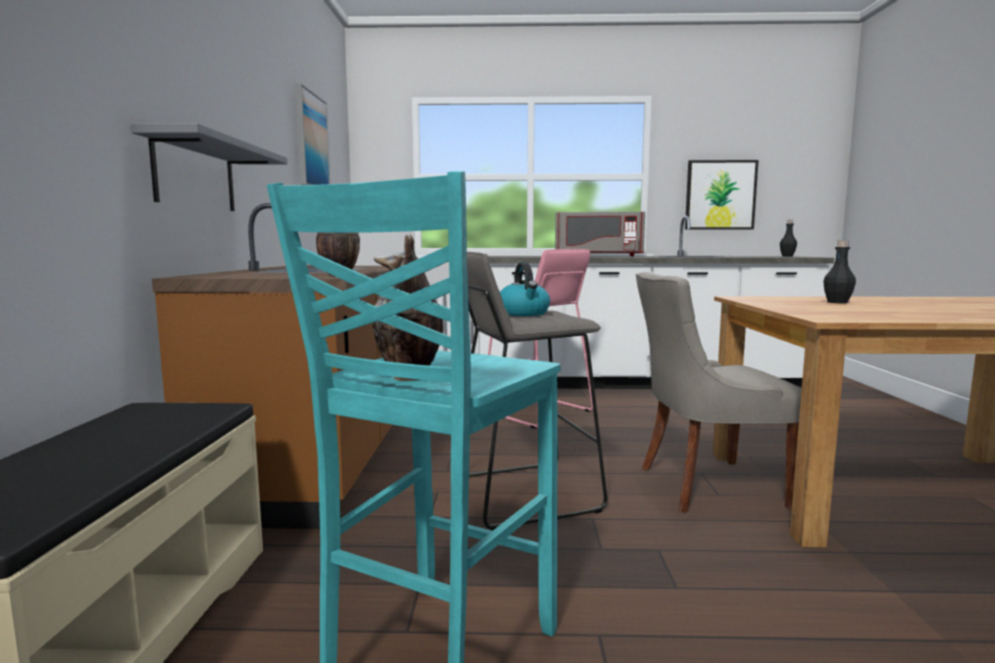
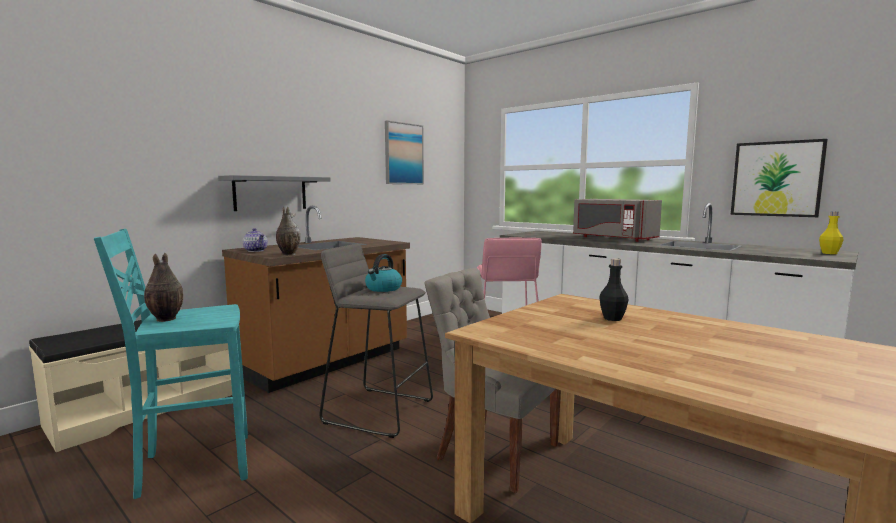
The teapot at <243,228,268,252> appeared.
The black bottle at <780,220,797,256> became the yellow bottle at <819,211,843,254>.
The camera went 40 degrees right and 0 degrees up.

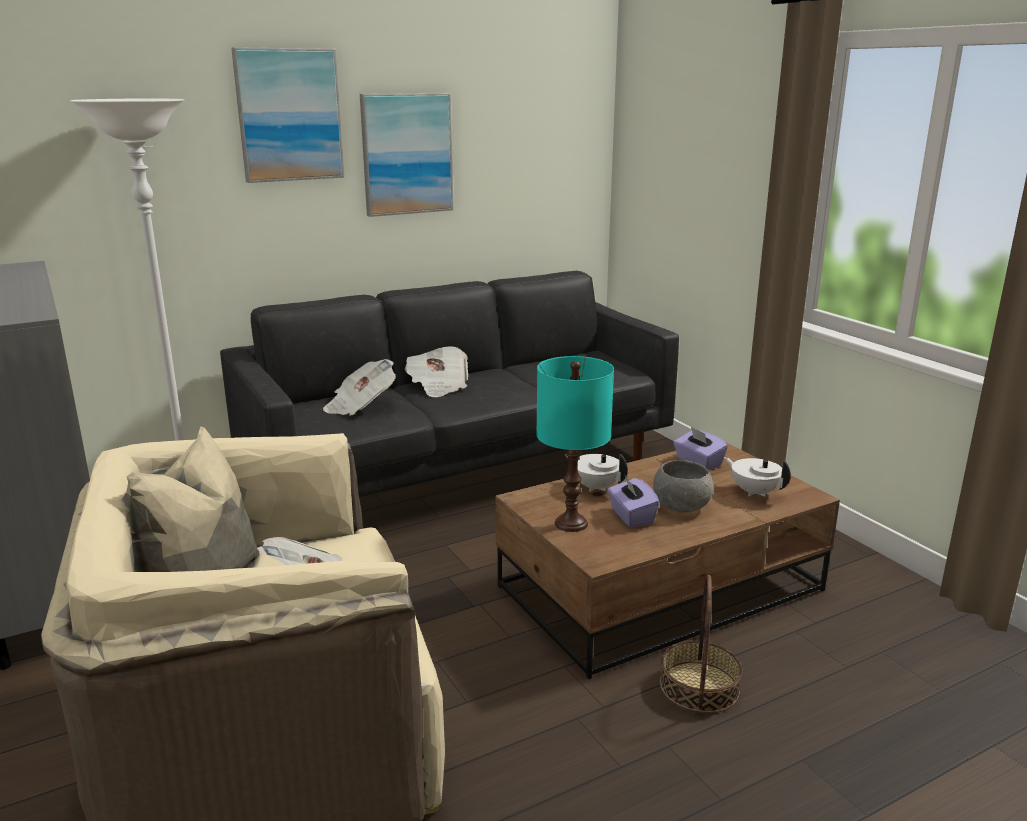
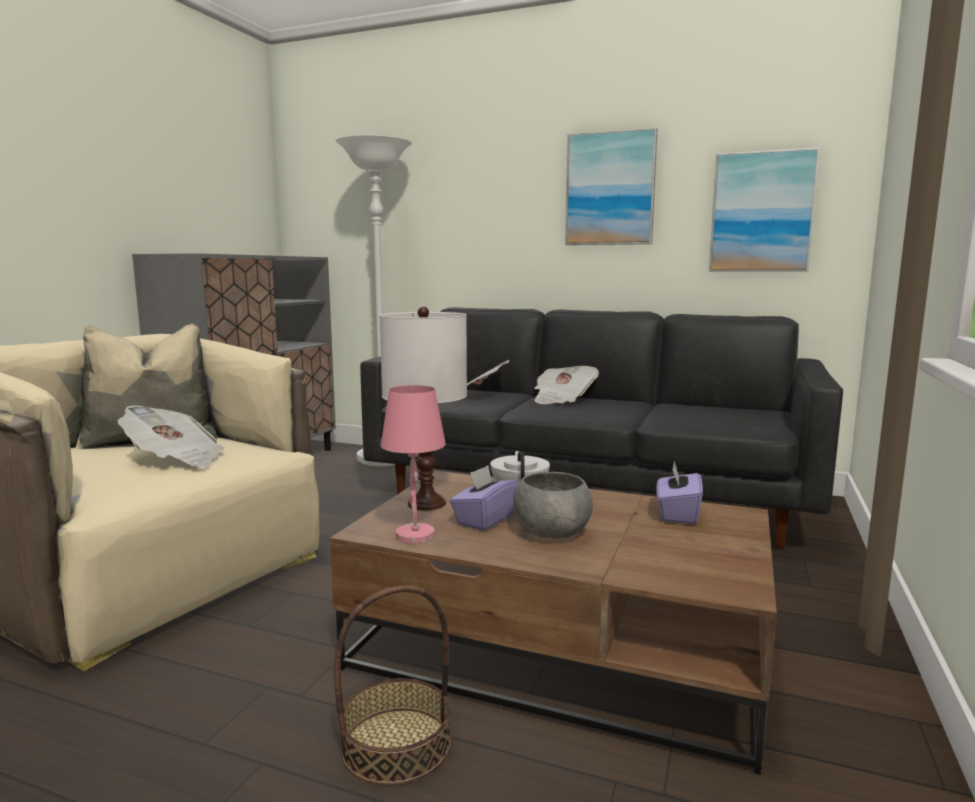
The turquoise table lamp at <536,356,614,532> became the white table lamp at <379,307,467,511>.
The pink table lamp at <381,385,446,543> appeared.
The picture moved from <231,47,345,183> to <709,147,820,272>.
The white teapot at <724,457,791,497> disappeared.
The camera went 50 degrees right and 10 degrees down.

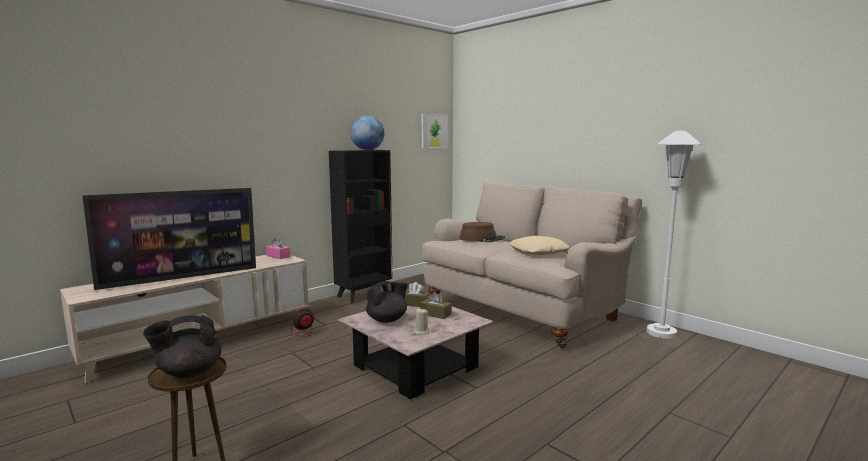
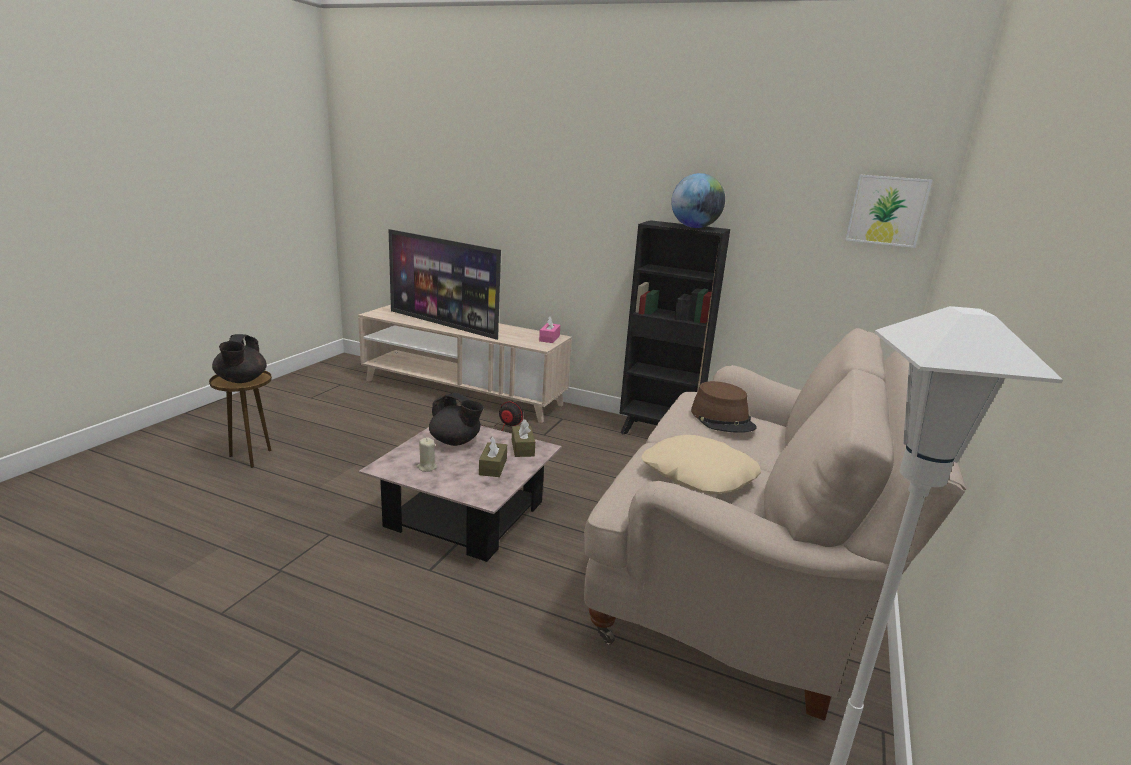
The black teapot at <143,315,221,378> turned 135 degrees counterclockwise.
The camera went 65 degrees right and 10 degrees up.

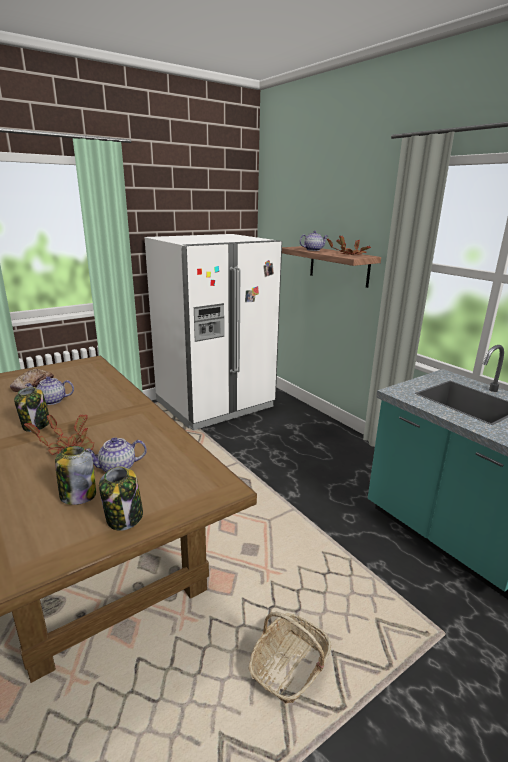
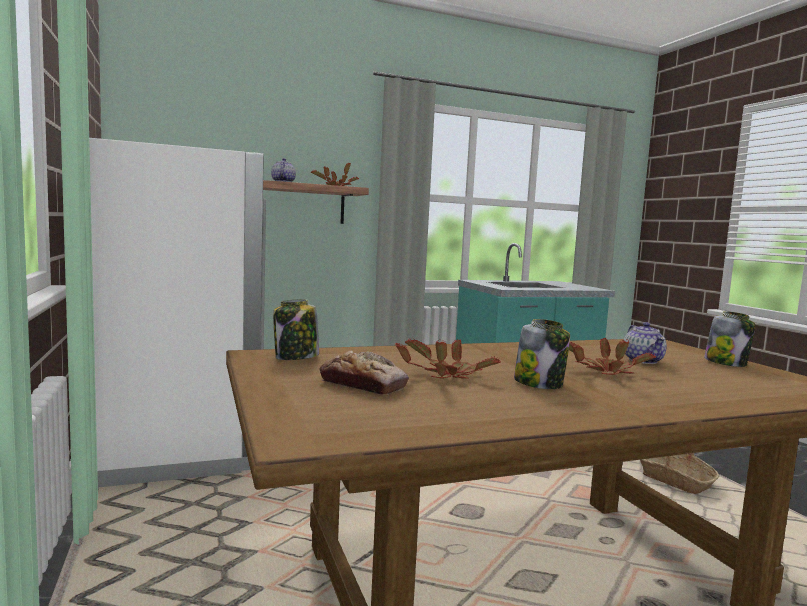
The jar moved from <55,446,96,505> to <273,299,319,360>.
The teapot at <25,376,74,405> was replaced by the potted plant at <395,338,501,379>.
The camera went 75 degrees left and 15 degrees down.

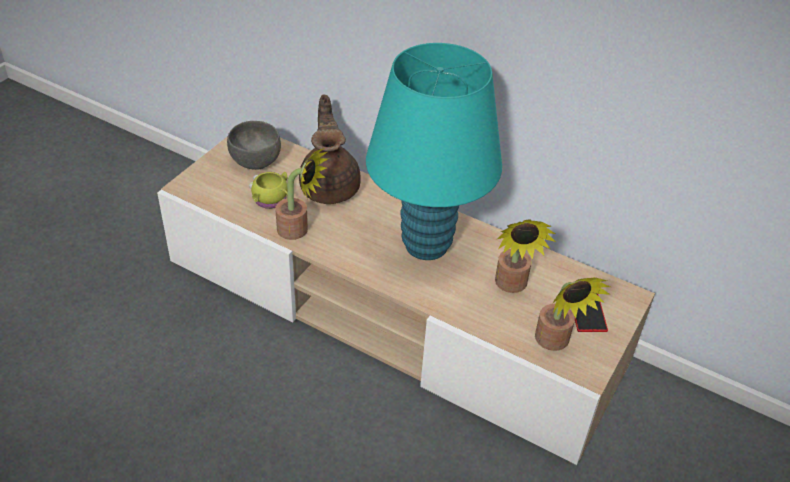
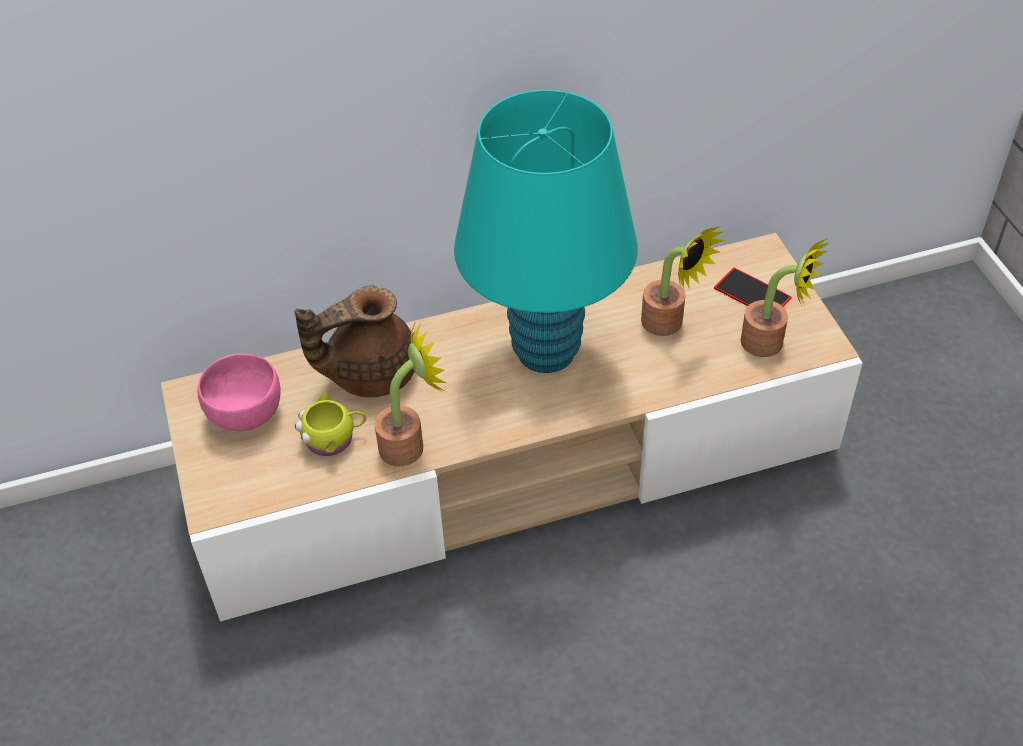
The grey bowl at <227,121,281,170> became the pink bowl at <198,354,281,431>.
The brown teapot at <299,94,361,204> turned 60 degrees counterclockwise.
The camera went 45 degrees left and 5 degrees up.

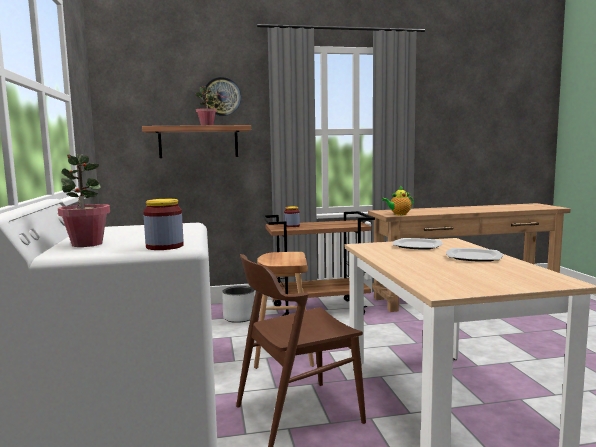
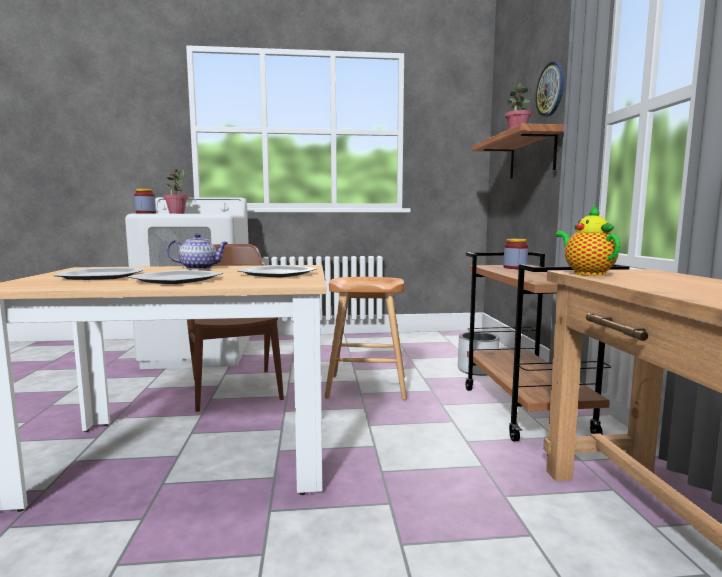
The plate at <54,268,144,280> appeared.
The teapot at <167,233,228,270> appeared.
The camera went 95 degrees right and 0 degrees up.

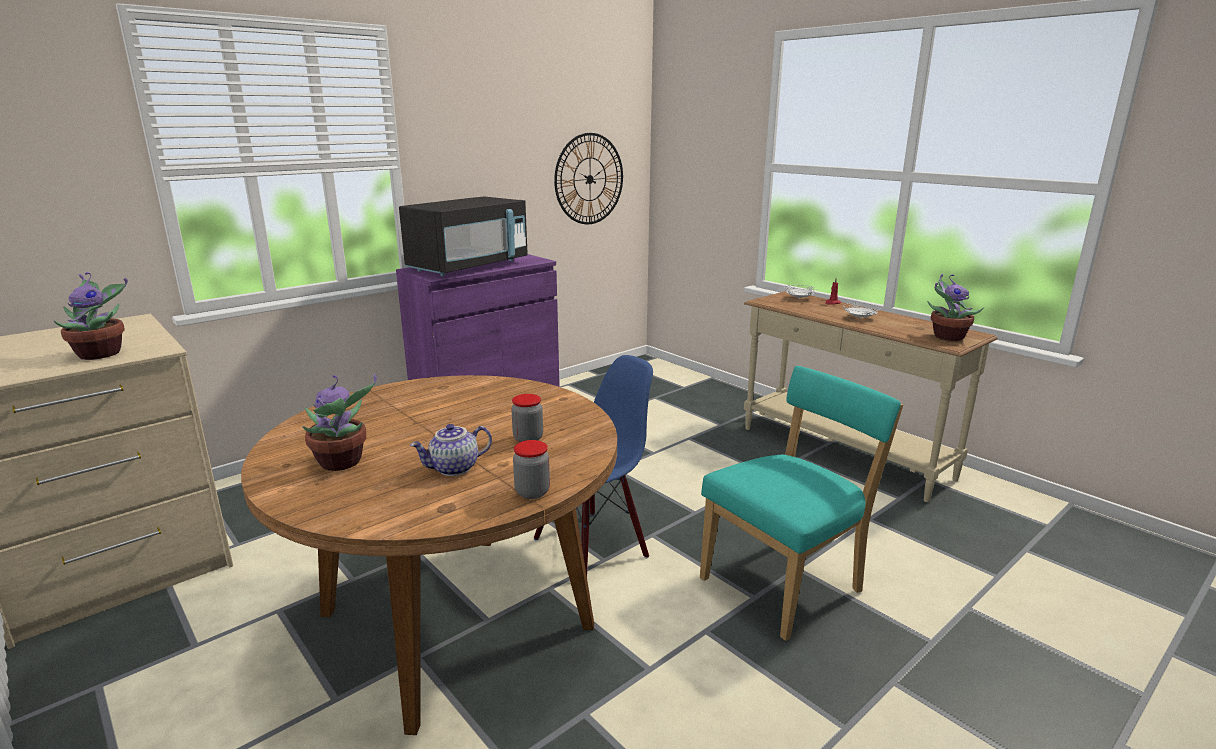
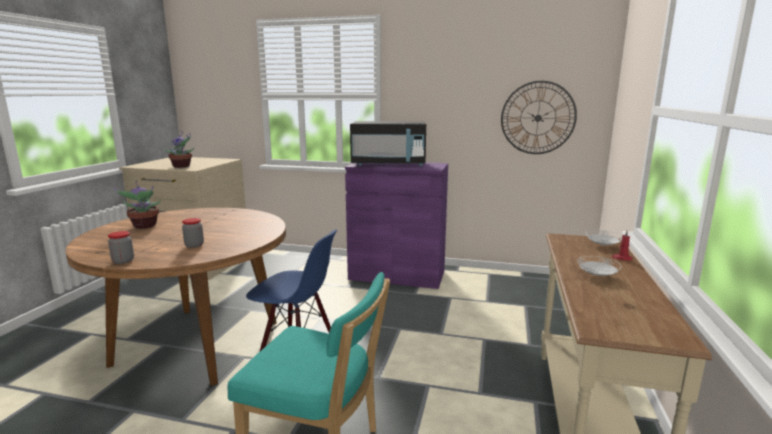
The teapot at <410,424,492,476> disappeared.
The potted plant at <927,274,984,341> disappeared.
The camera went 55 degrees right and 5 degrees down.

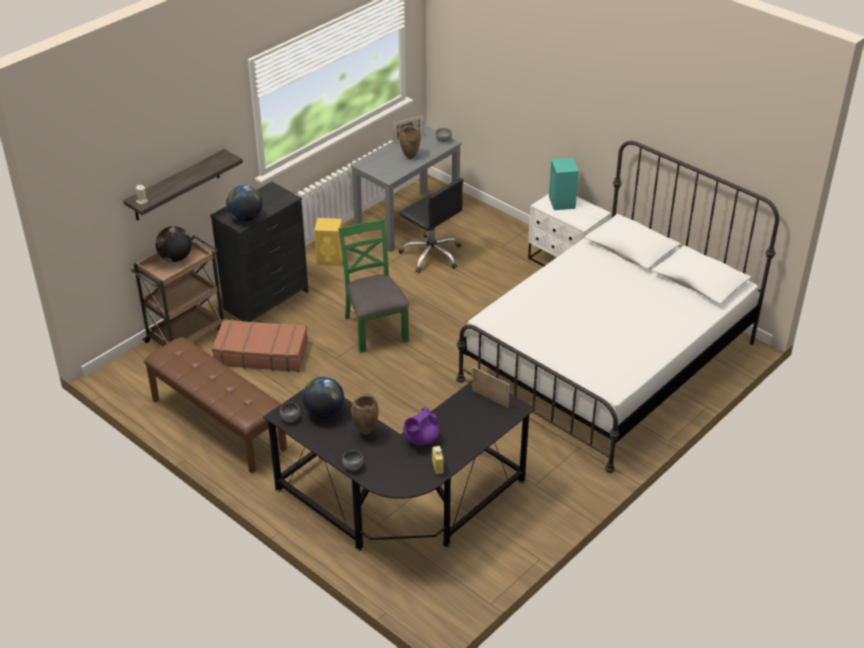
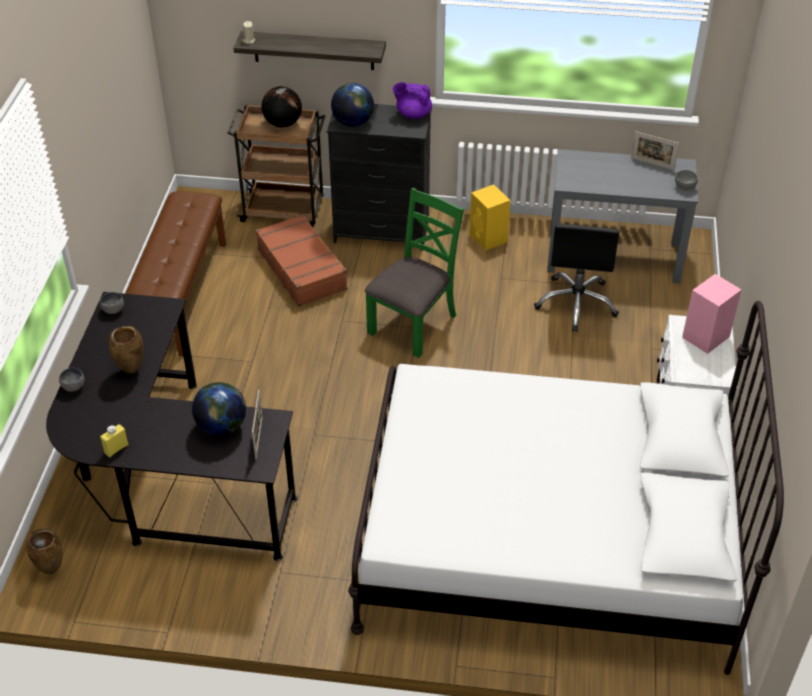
The brown vase moved from <399,126,421,159> to <26,529,63,574>.
The globe moved from <302,377,344,419> to <192,382,246,436>.
The purple teapot moved from <403,407,439,445> to <392,82,432,119>.
The turquoise speaker at <549,158,579,210> became the pink speaker at <682,274,742,354>.
The camera went 55 degrees right and 5 degrees up.

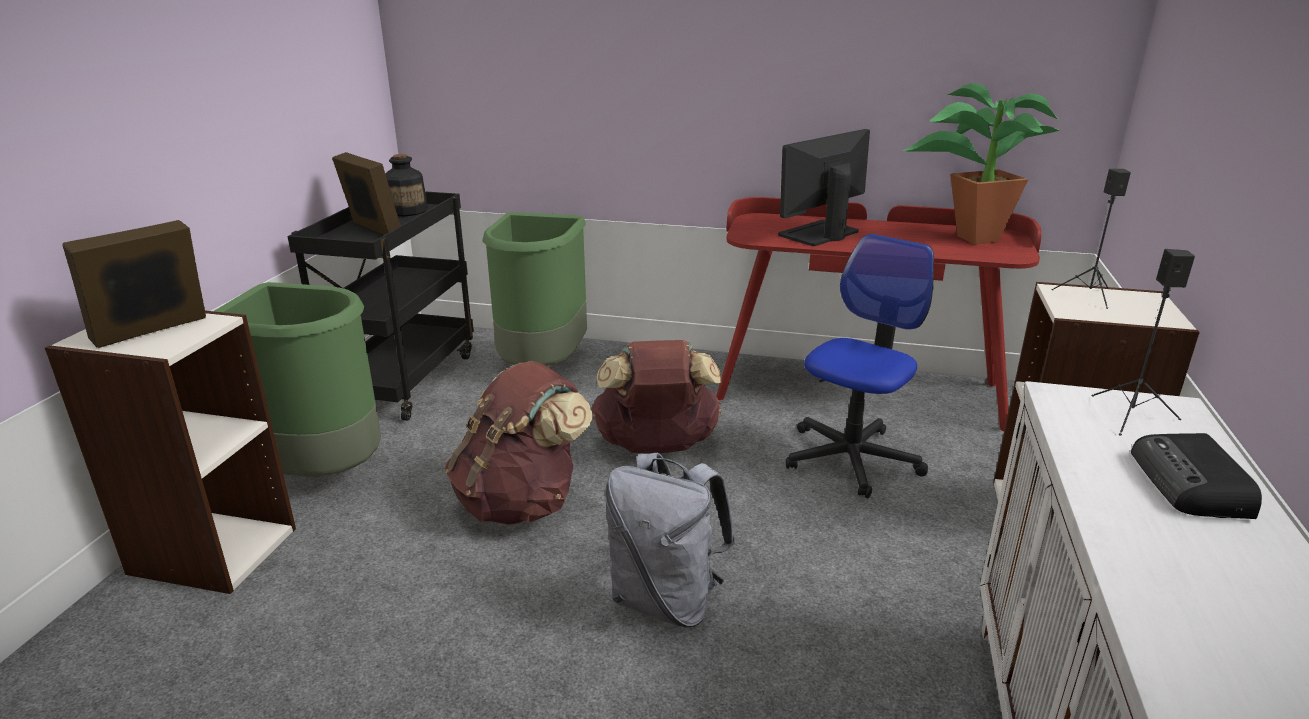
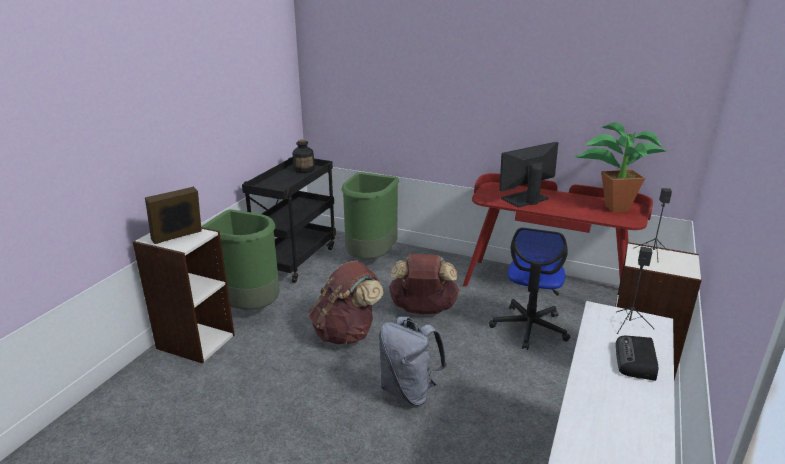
The office chair at <786,234,934,498> turned 150 degrees clockwise.
The picture frame at <332,152,401,235> disappeared.
The camera went 10 degrees right and 0 degrees up.

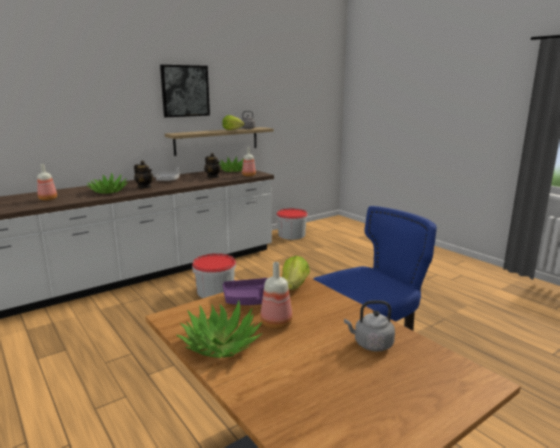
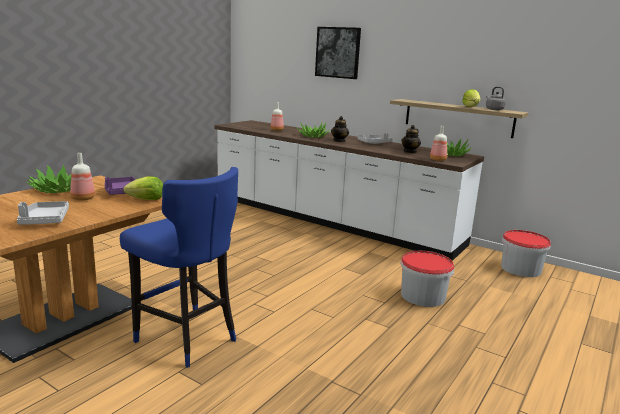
The grey kettle at <344,300,395,352> was replaced by the grey tray at <17,201,69,225>.
The picture moved from <160,65,210,117> to <315,27,361,79>.
The bucket moved from <192,253,236,298> to <401,251,454,307>.
The camera went 70 degrees right and 0 degrees up.

